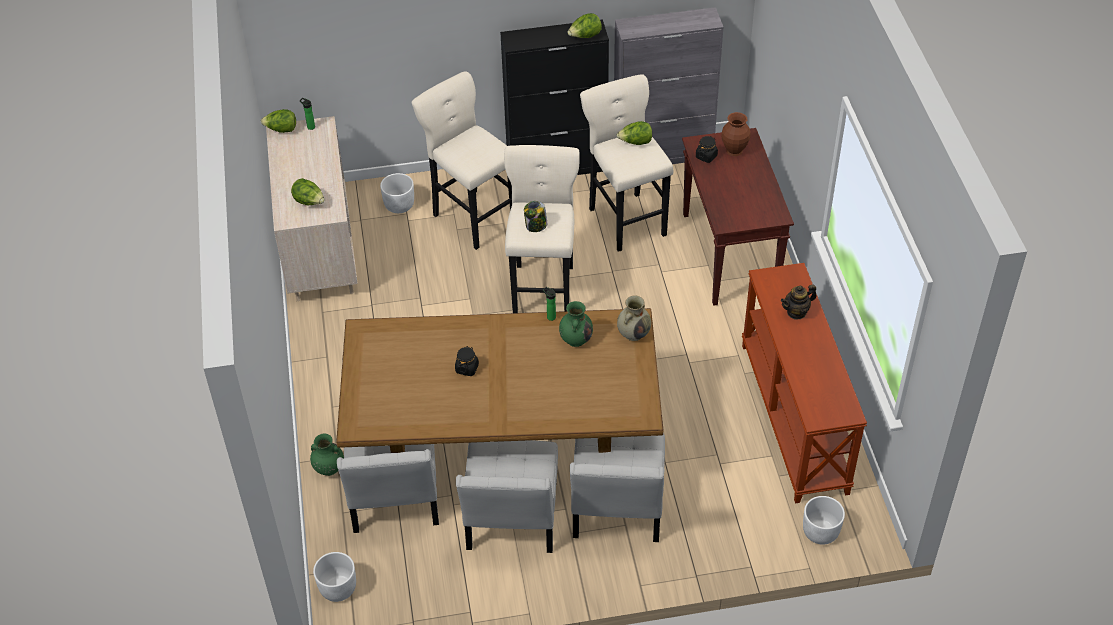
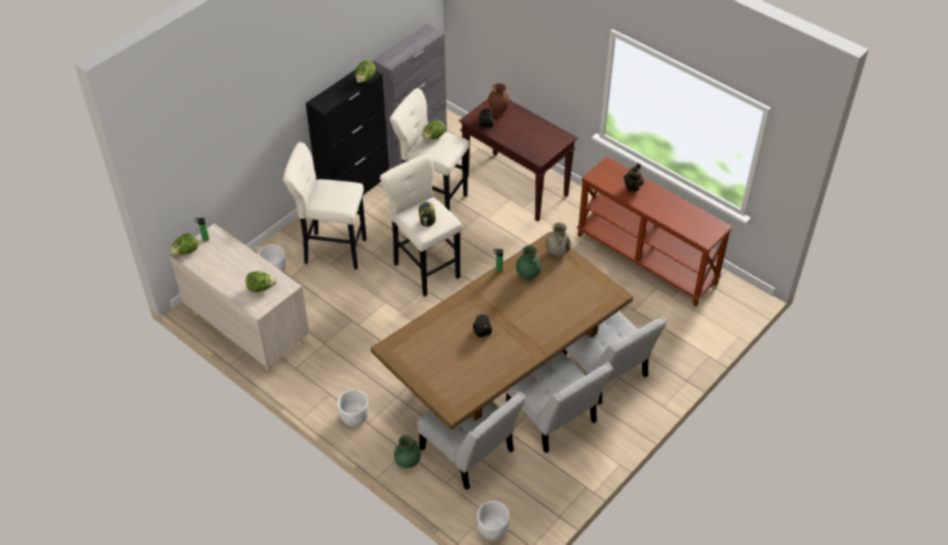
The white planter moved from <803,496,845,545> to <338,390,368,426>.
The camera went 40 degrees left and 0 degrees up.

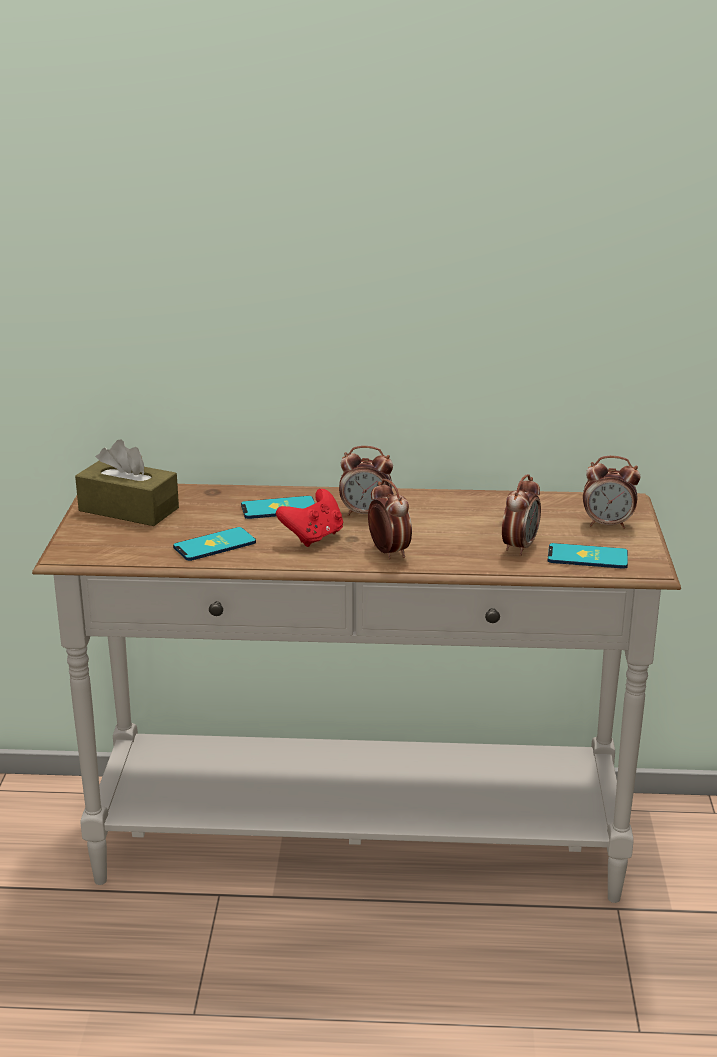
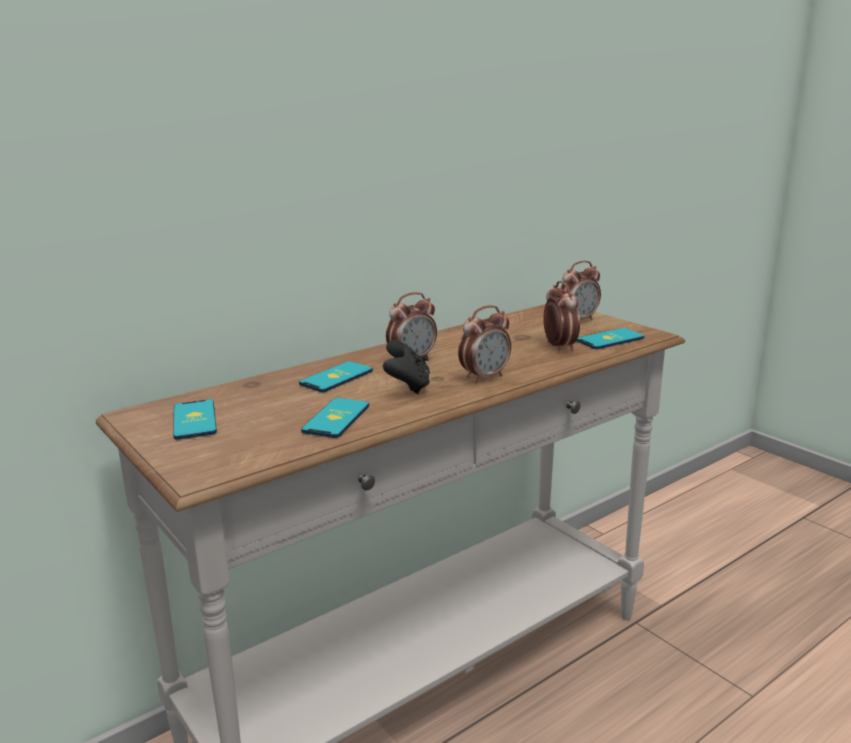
The brown tissue box at <75,440,179,526> was replaced by the phone at <173,399,217,440>.
The red game controller at <276,489,343,547> became the black game controller at <383,340,430,394>.
The alarm clock at <368,479,412,559> turned 120 degrees clockwise.
The camera went 40 degrees left and 5 degrees down.

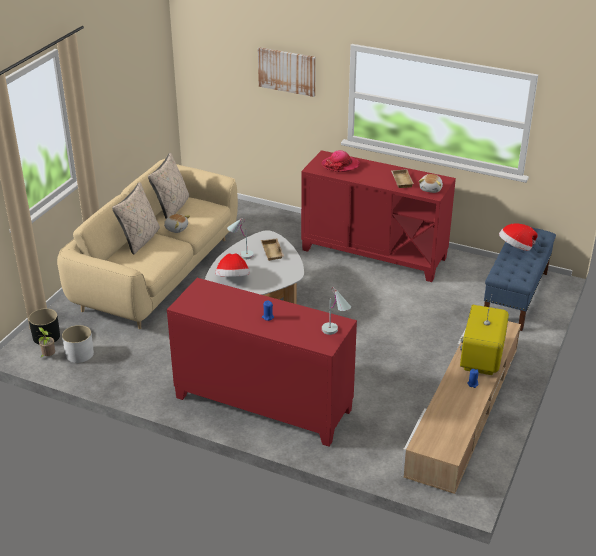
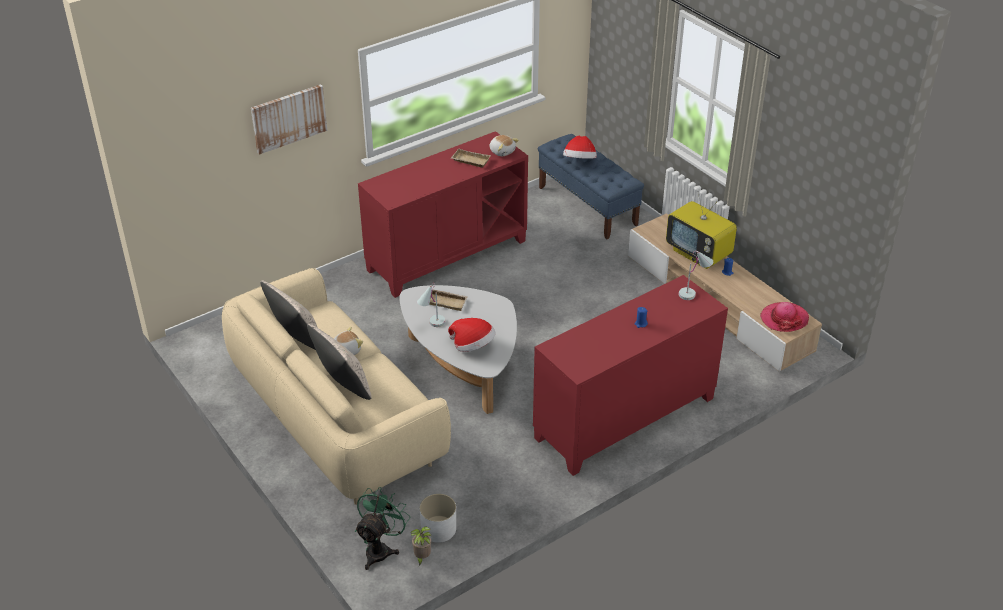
The black planter at <28,308,60,344> was replaced by the green fan at <355,487,411,570>.
The hat moved from <322,150,360,172> to <760,302,809,332>.
The camera went 60 degrees left and 5 degrees up.

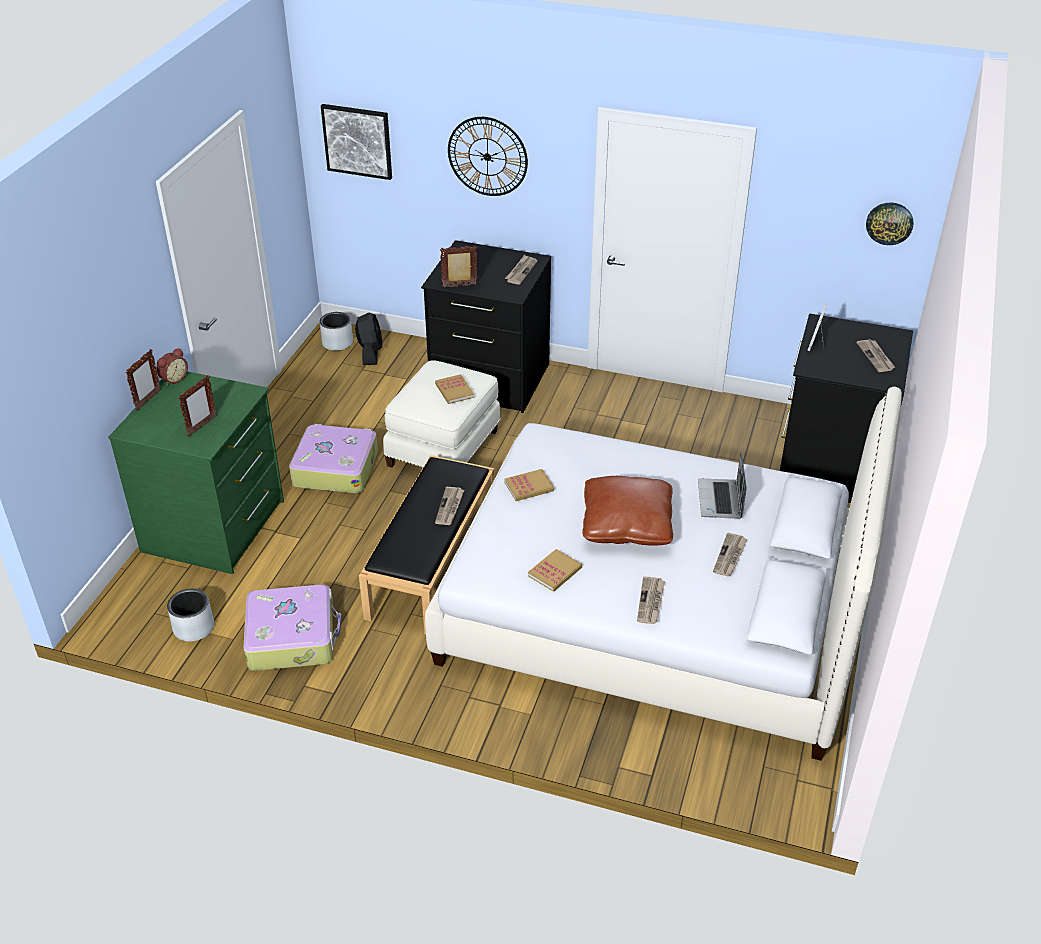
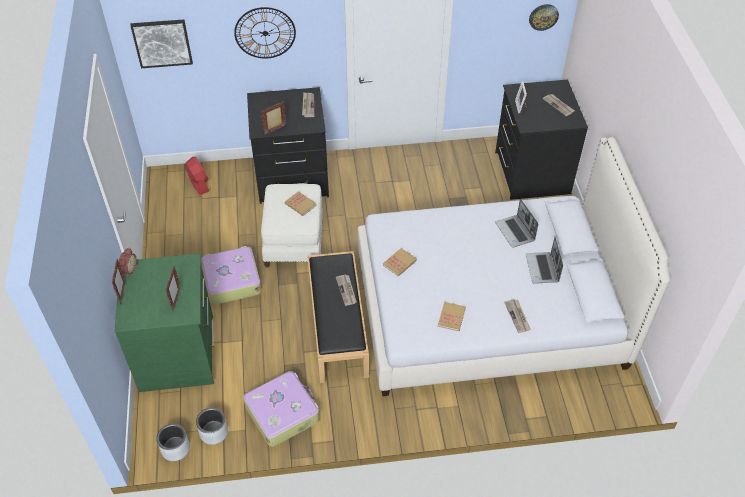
The grey planter moved from <320,312,353,351> to <156,424,190,461>.
The black fan at <355,313,382,365> became the red fan at <185,157,209,195>.
The newspaper at <713,533,748,576> was replaced by the laptop at <526,237,563,284>.
The brown pillow at <582,476,673,545> disappeared.
The camera went 25 degrees left and 10 degrees up.

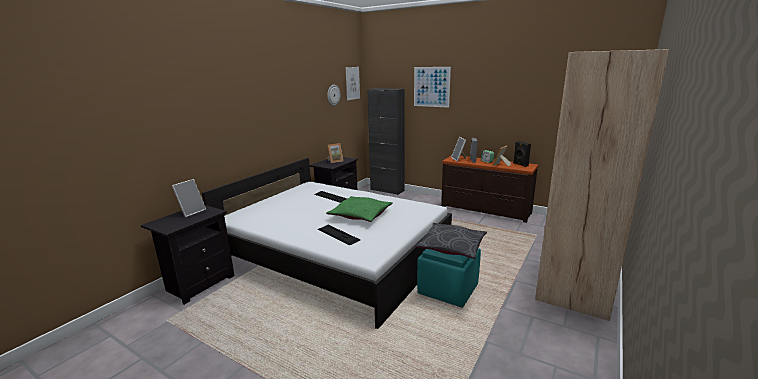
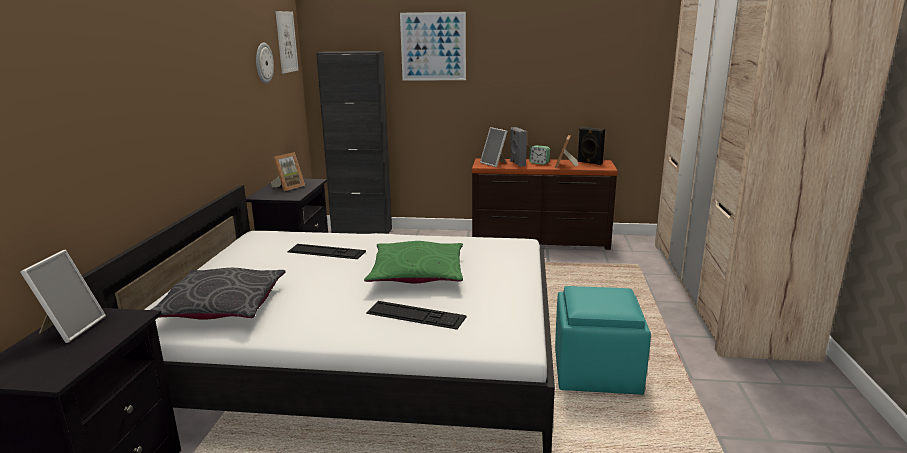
The grey pillow moved from <415,223,487,259> to <150,268,285,320>.
The camera went 25 degrees left and 0 degrees up.

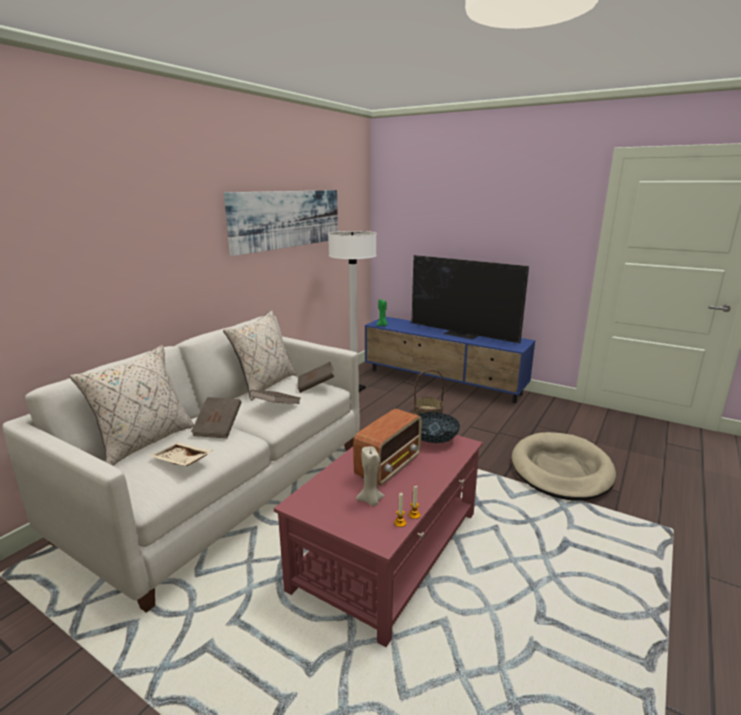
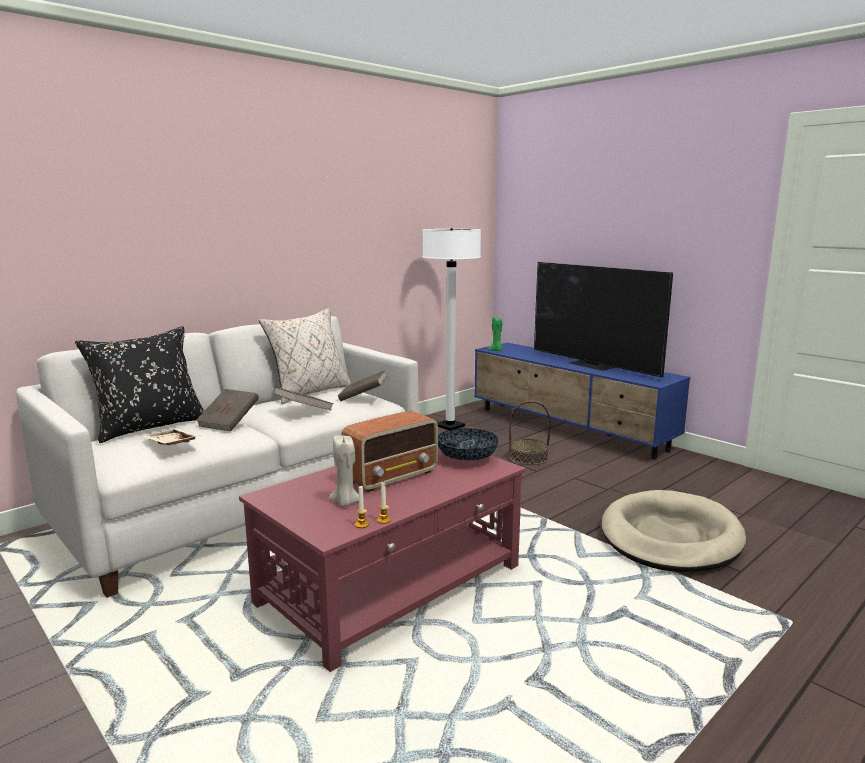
The beige pillow at <69,345,194,466> became the black pillow at <75,326,204,443>.
The picture at <224,190,338,256> disappeared.
The camera went 15 degrees right and 5 degrees down.

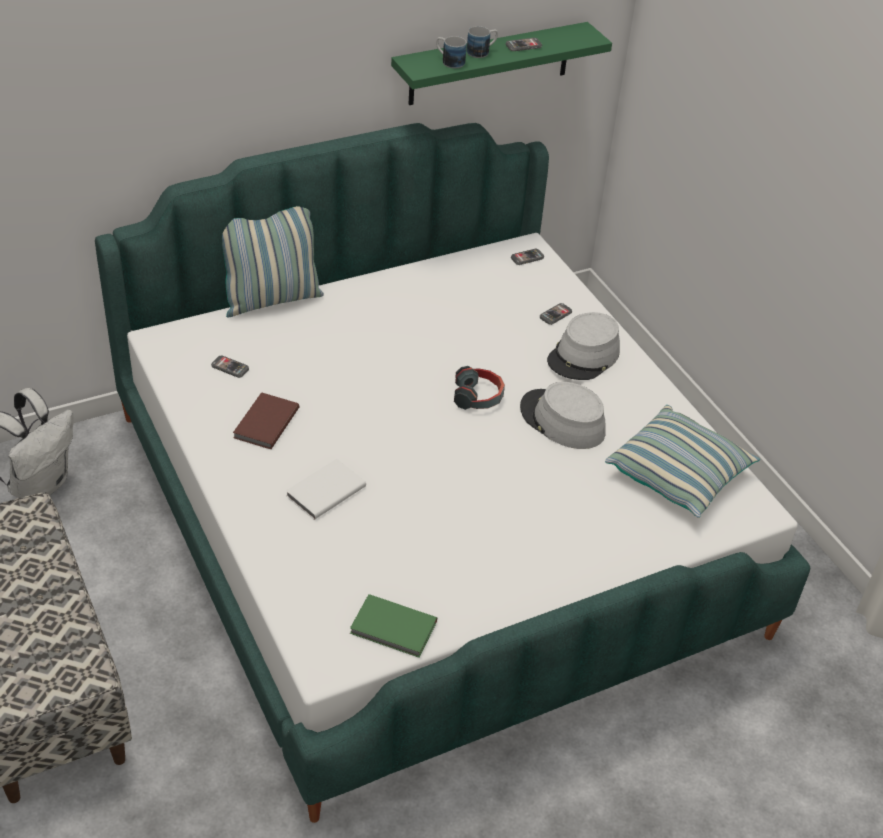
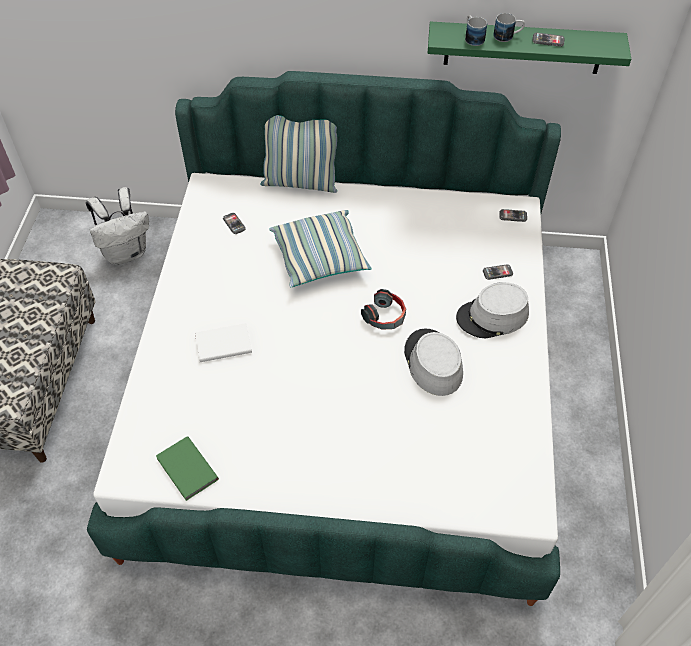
The pillow moved from <605,405,760,518> to <269,210,371,288>.
The brown book at <233,392,299,449> disappeared.
The camera went 35 degrees right and 10 degrees up.

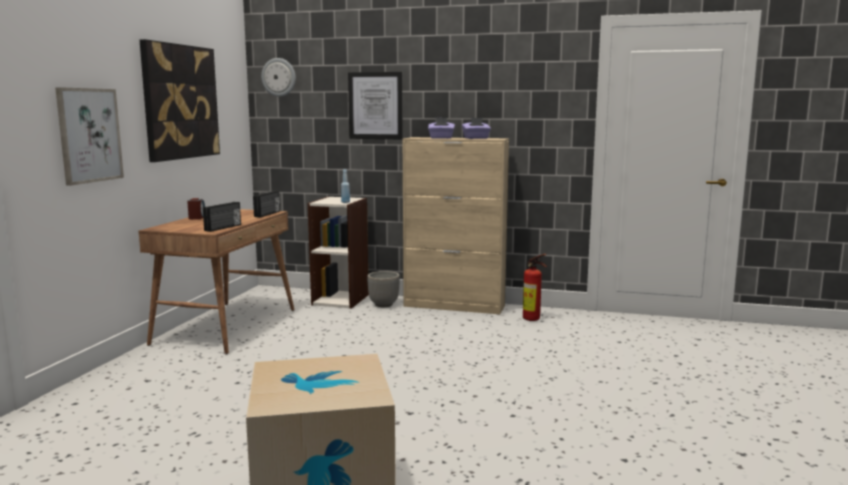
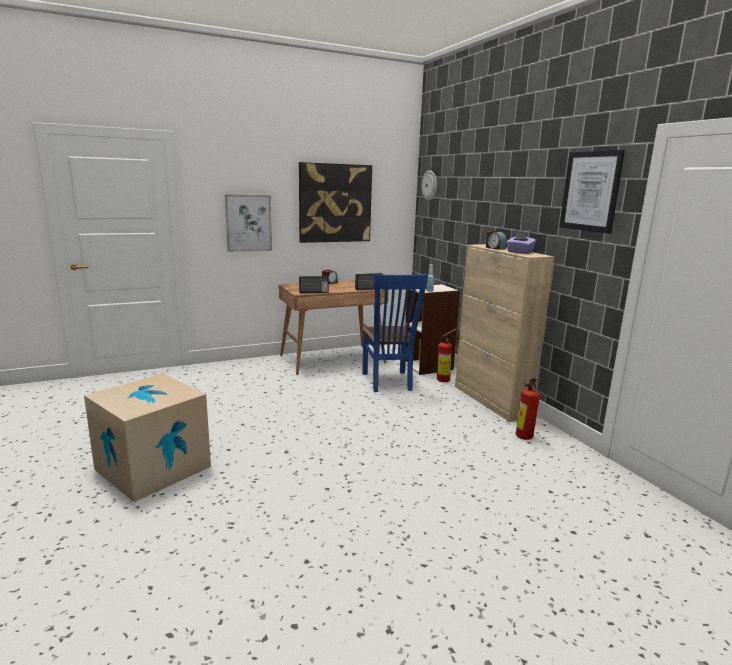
The blue chair at <362,274,428,392> appeared.
The planter at <367,271,400,307> was replaced by the fire extinguisher at <437,329,459,382>.
The purple tissue box at <428,118,455,139> was replaced by the alarm clock at <486,230,507,250>.
The picture moved from <348,72,403,139> to <559,150,625,233>.
The camera went 50 degrees right and 5 degrees up.

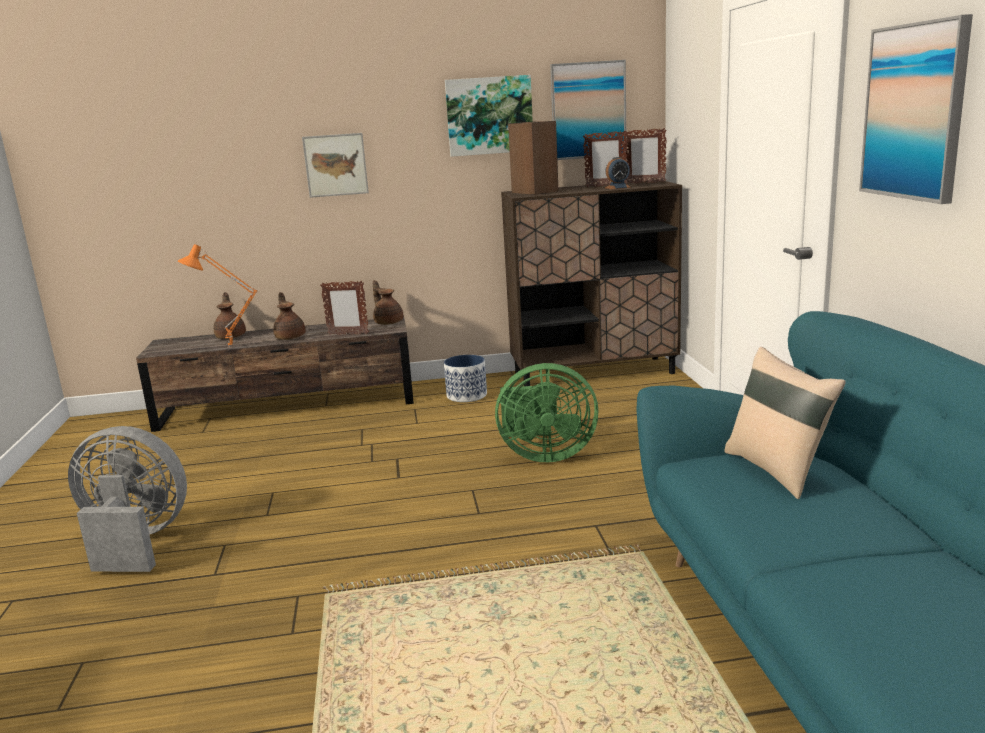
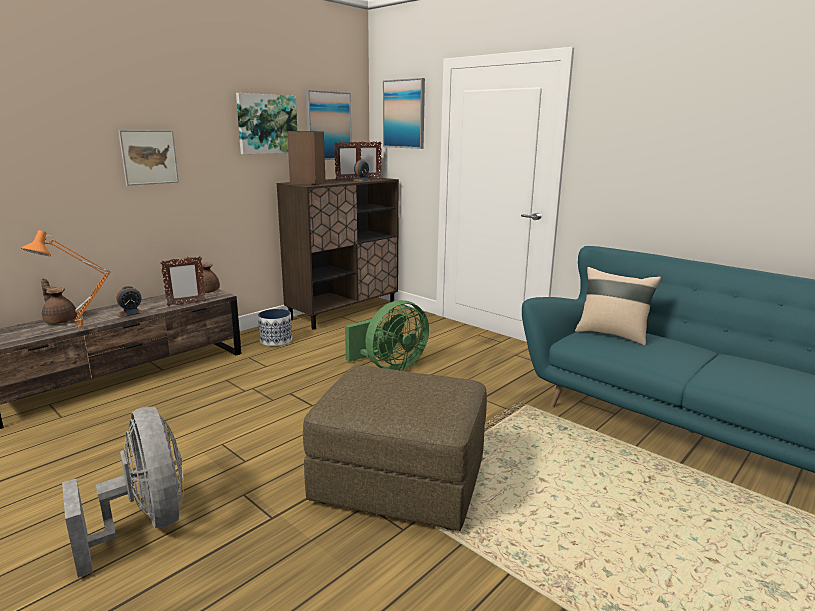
The grey fan at <68,426,187,572> turned 90 degrees clockwise.
The brown teapot at <273,292,306,340> was replaced by the alarm clock at <116,286,144,317>.
The brown ottoman at <303,365,487,531> appeared.
The picture moved from <859,14,973,204> to <383,78,425,149>.
The camera went 40 degrees left and 0 degrees up.

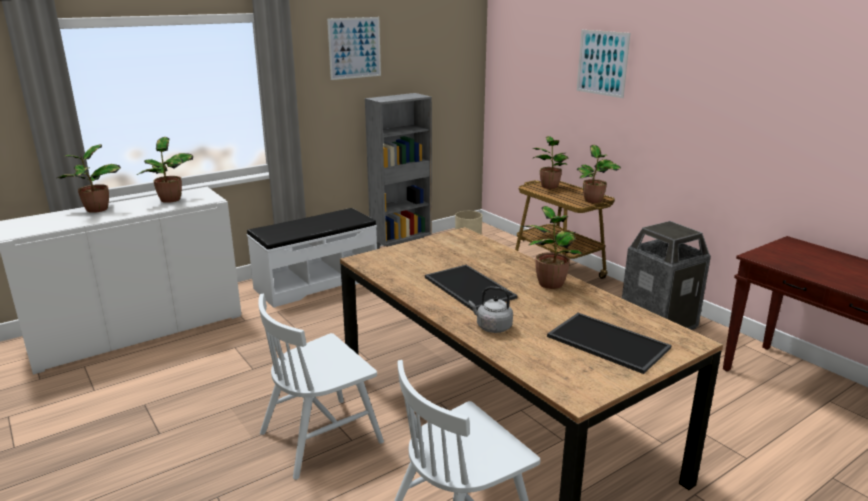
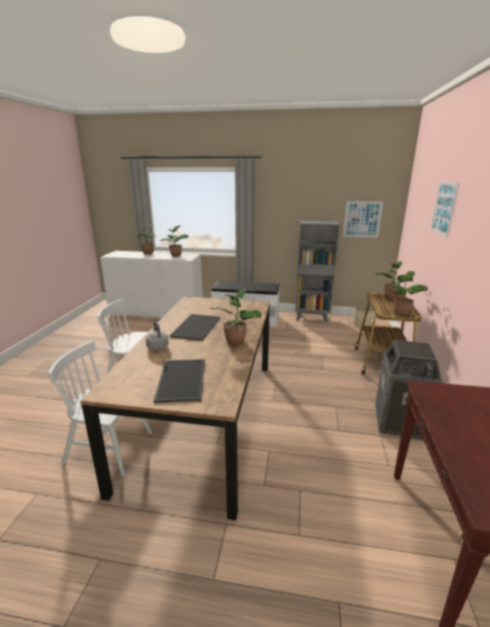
The picture moved from <327,17,381,80> to <343,201,383,238>.
The camera went 45 degrees right and 0 degrees up.

